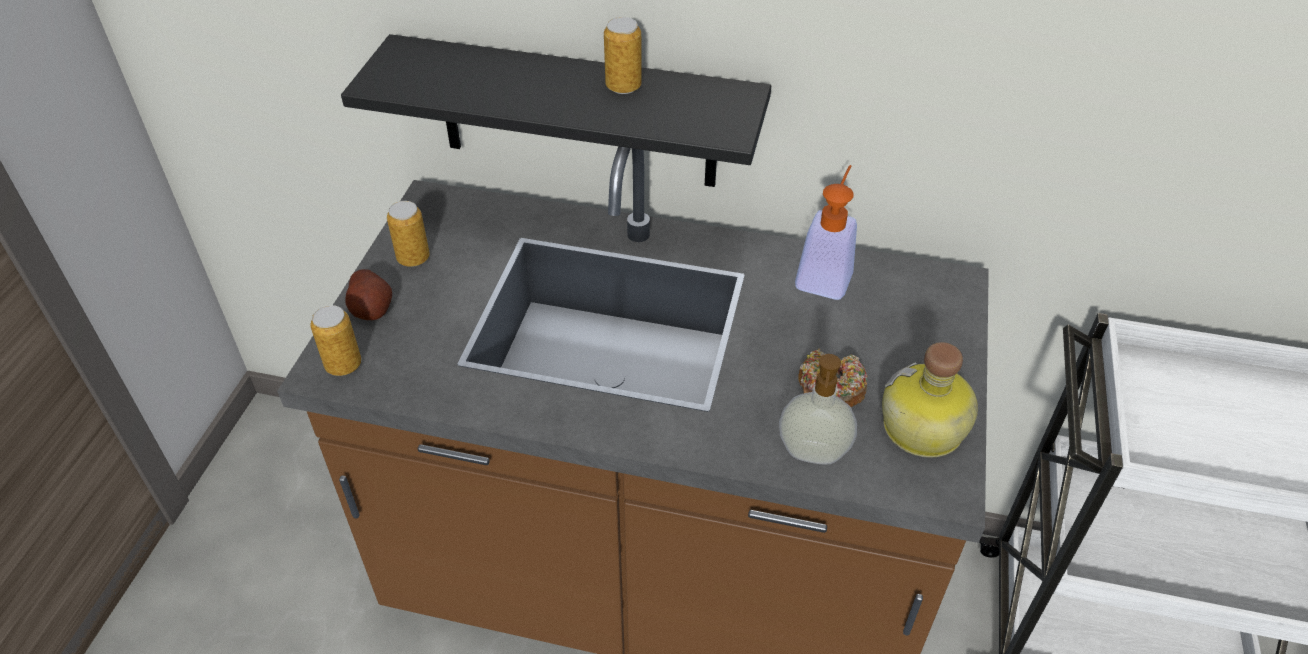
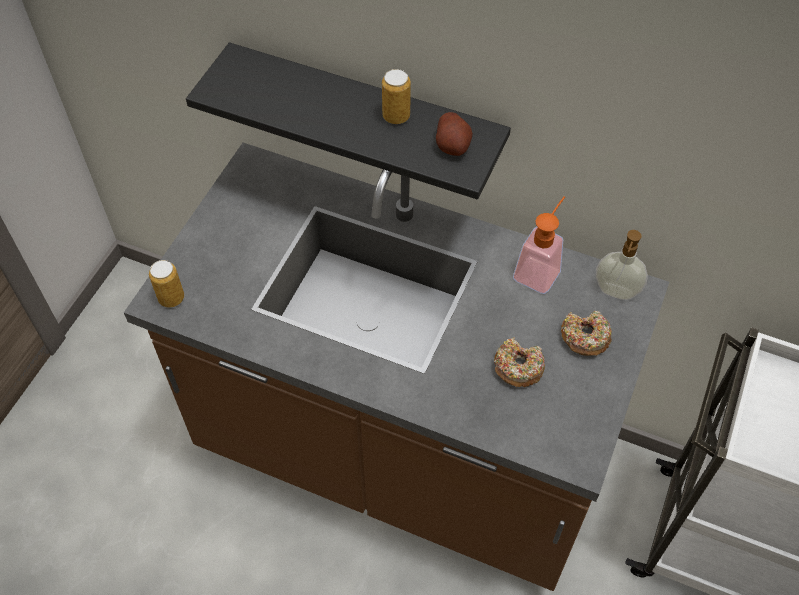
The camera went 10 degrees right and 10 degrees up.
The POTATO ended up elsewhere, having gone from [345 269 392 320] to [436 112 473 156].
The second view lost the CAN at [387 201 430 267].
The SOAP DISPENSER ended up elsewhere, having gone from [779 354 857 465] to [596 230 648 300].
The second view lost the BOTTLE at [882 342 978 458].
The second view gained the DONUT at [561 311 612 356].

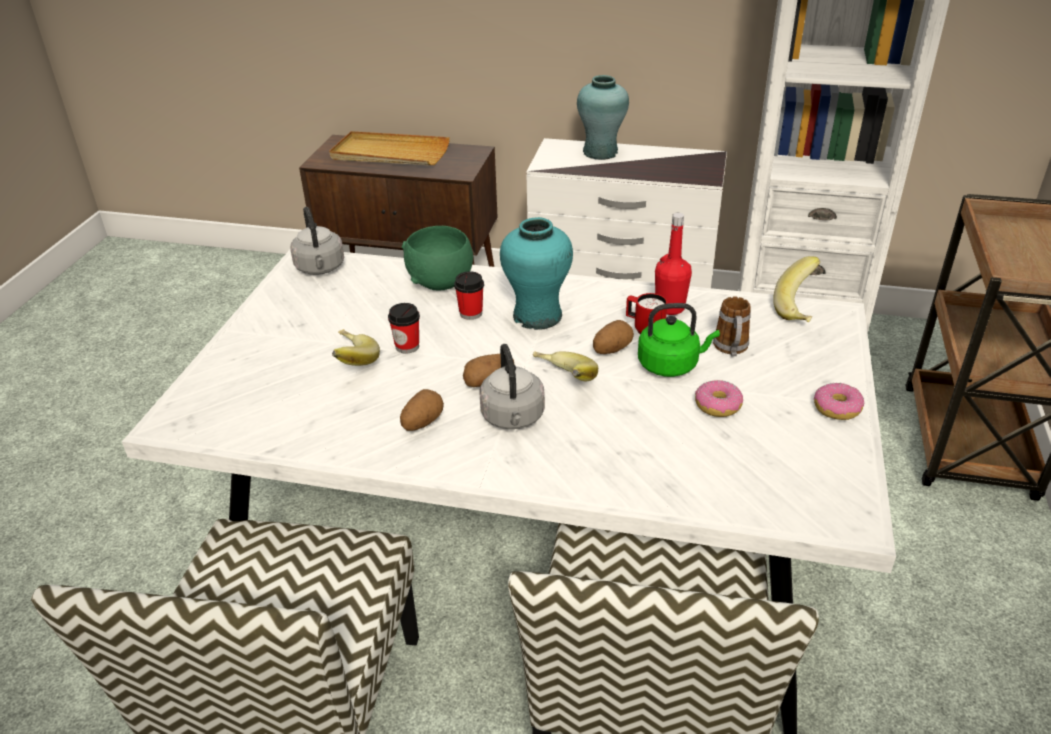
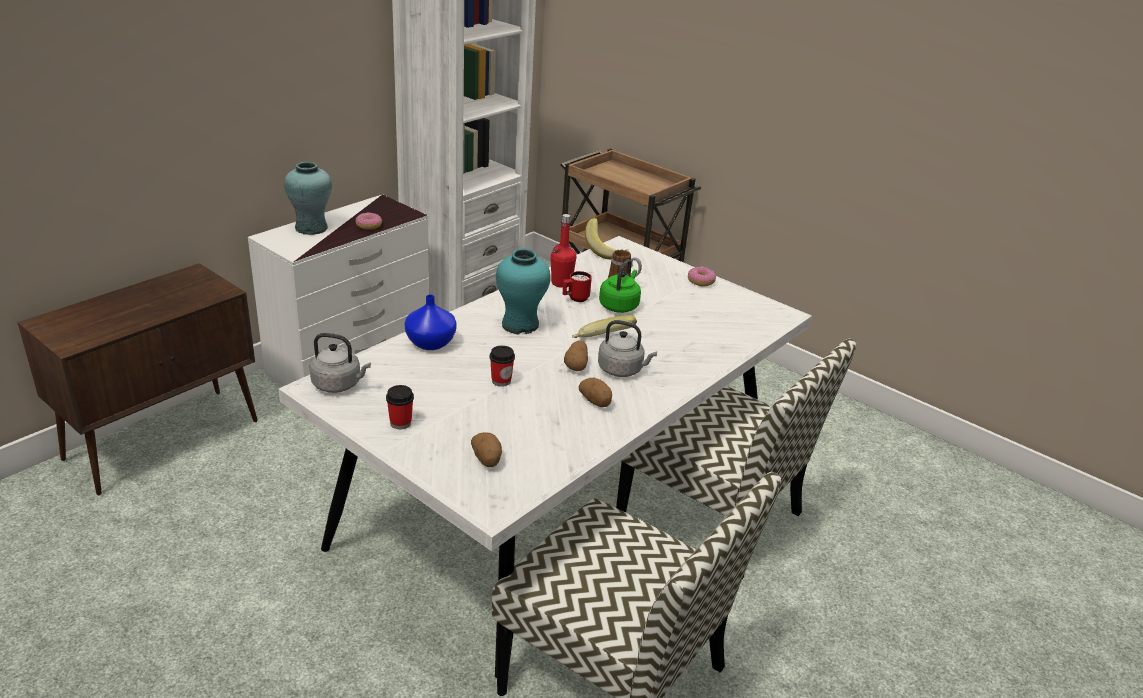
The camera went 65 degrees left and 5 degrees down.
The second view lost the BEIGE TRAY at [329 131 450 165].
The second view lost the BANANA at [332 329 380 366].
Where the GREEN BOWL stood at [402 226 473 290], the BLUE VASE came to stand at [404 295 457 350].
The CUP ended up elsewhere, having gone from [454 271 484 320] to [386 385 414 429].
The POTATO ended up elsewhere, having gone from [593 320 634 354] to [471 432 502 467].
The DONUT ended up elsewhere, having gone from [695 380 743 417] to [356 213 382 230].

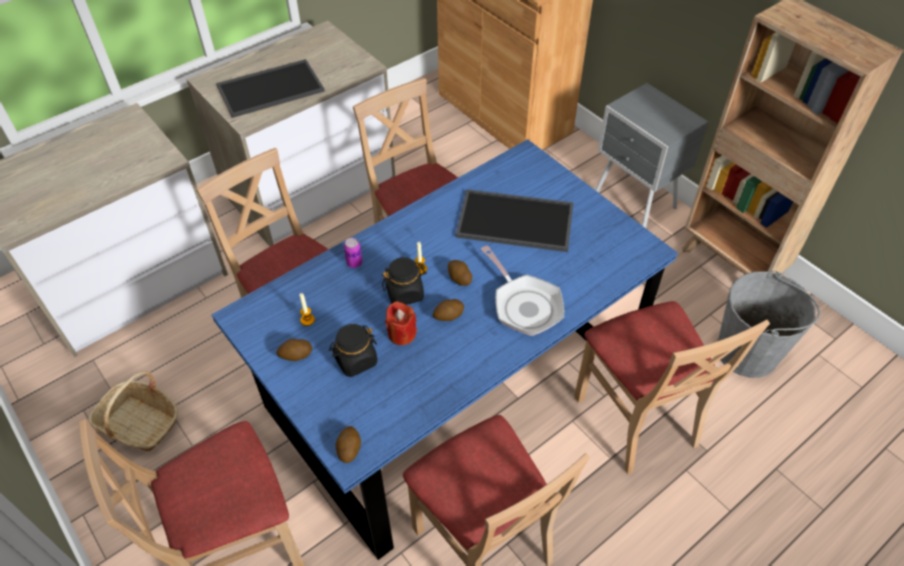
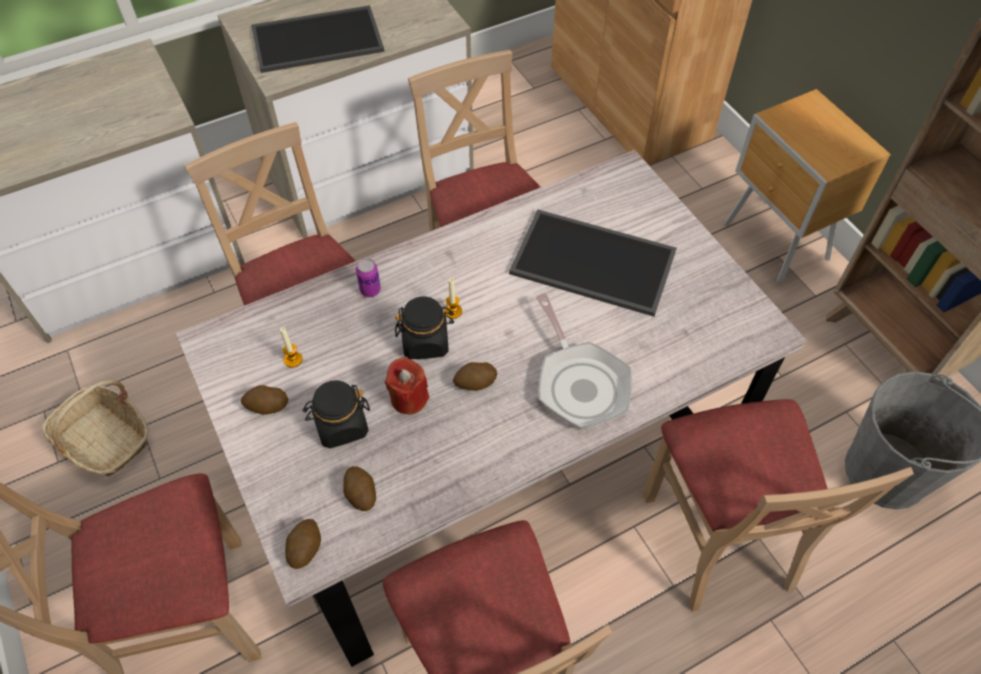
The camera went 10 degrees right and 5 degrees up.
What was the BLUE DINING TABLE at [211 139 678 560] turned into the GREY DINING TABLE at [176 150 807 667].
The POTATO ended up elsewhere, having gone from [448 260 472 286] to [343 466 376 511].
What was the GREY NIGHTSTAND at [595 83 708 228] turned into the BROWN NIGHTSTAND at [724 89 891 283].

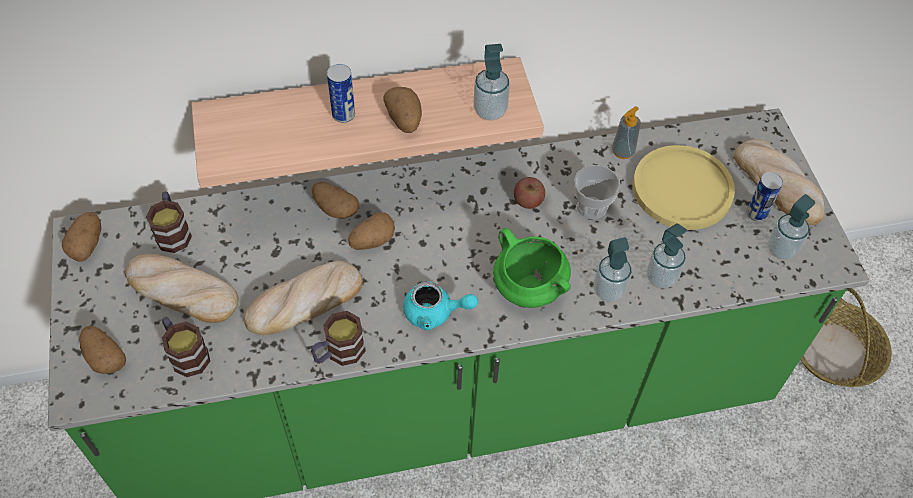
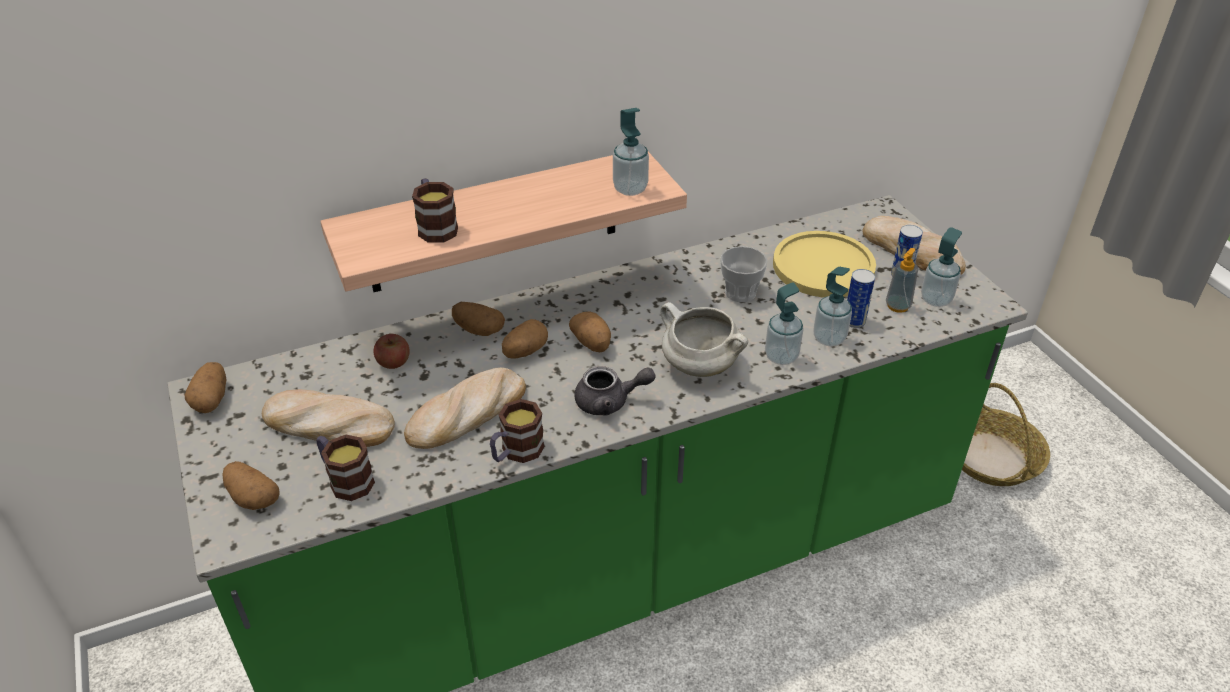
The camera went 10 degrees left and 15 degrees down.
The MUG ended up elsewhere, having gone from [146 192 192 253] to [412 178 458 243].
The CAN ended up elsewhere, having gone from [327 64 355 123] to [847 269 875 328].
The POTATO ended up elsewhere, having gone from [383 87 422 133] to [569 311 611 352].
What was the TURQUOISE TEAPOT at [403 281 478 330] turned into the GREY TEAPOT at [574 366 656 416].
What was the GREEN COOKING POT at [493 228 571 308] turned into the WHITE COOKING POT at [660 302 748 377].
The APPLE ended up elsewhere, having gone from [514 177 545 209] to [373 334 410 369].
The SOAP DISPENSER ended up elsewhere, having gone from [612 106 641 159] to [886 248 918 313].

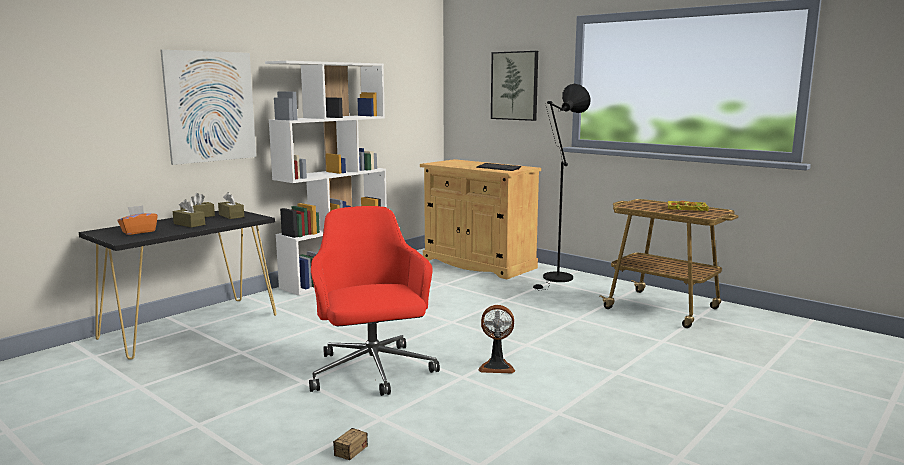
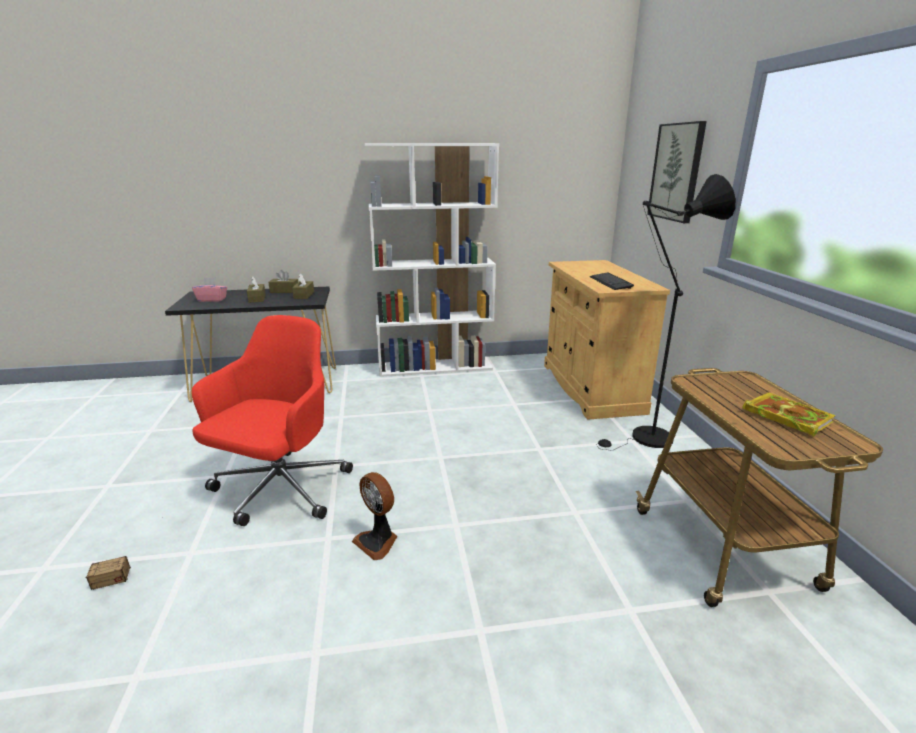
The camera went 40 degrees right and 10 degrees up.
What was the ORANGE TISSUE BOX at [117 205 158 235] turned into the PINK TISSUE BOX at [192 278 227 302].
The second view lost the PICTURE at [160 50 256 165].

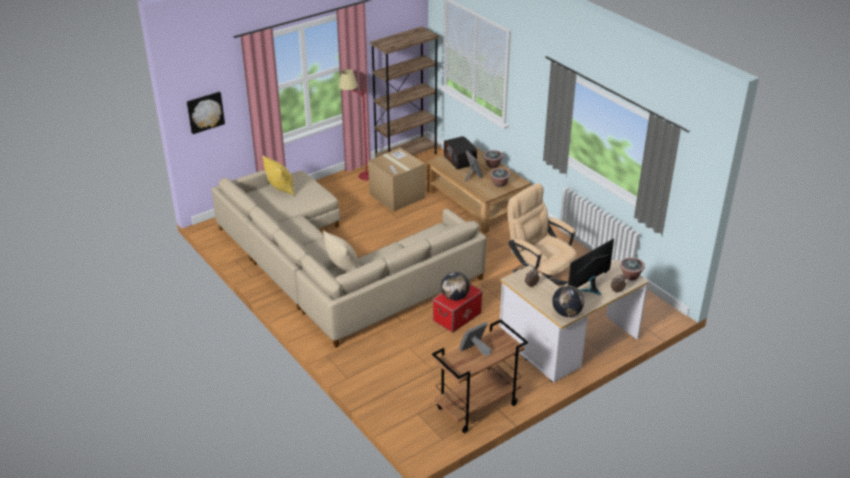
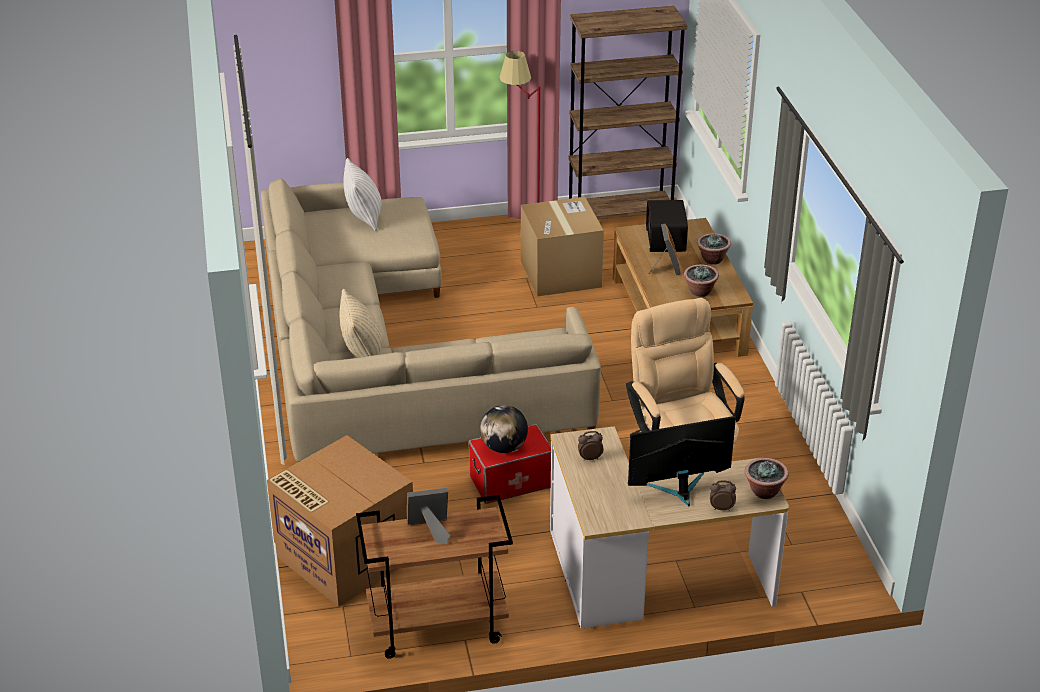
The camera went 25 degrees right and 0 degrees up.
The second view lost the PICTURE at [187 92 225 134].
What was the YELLOW PILLOW at [262 155 295 196] turned into the WHITE PILLOW at [343 158 382 231].
The second view lost the GLOBE at [552 285 584 317].
The second view gained the CARDBOARD BOX at [267 435 413 607].

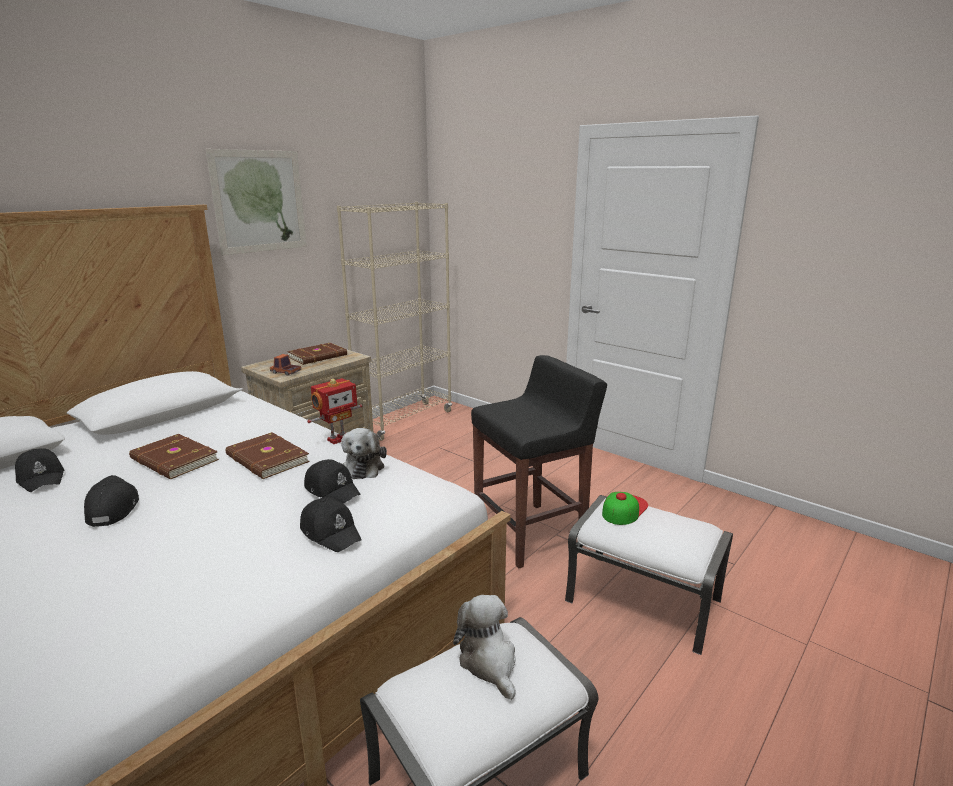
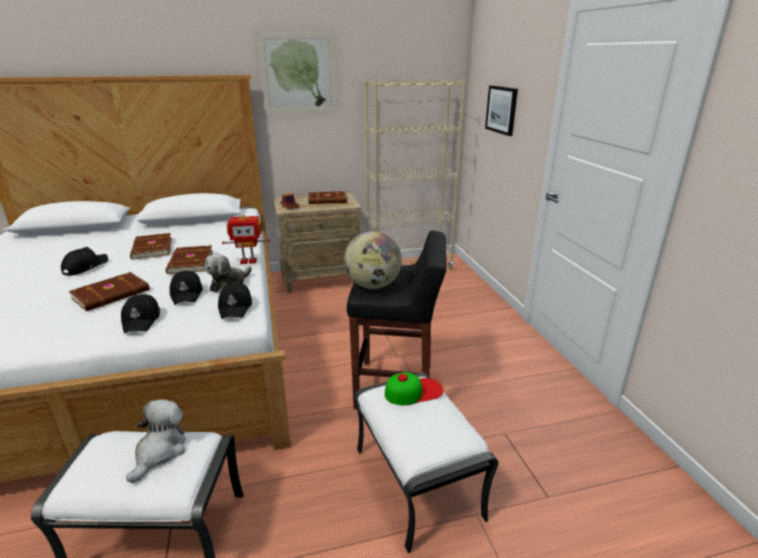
The camera went 35 degrees right and 5 degrees up.
The BLACK CAP ended up elsewhere, having gone from [15 448 64 492] to [218 283 252 319].
The second view gained the BROWN BOOK at [69 272 150 311].
The second view gained the GLOBE at [344 231 402 289].
The second view gained the PICTURE at [485 85 518 136].

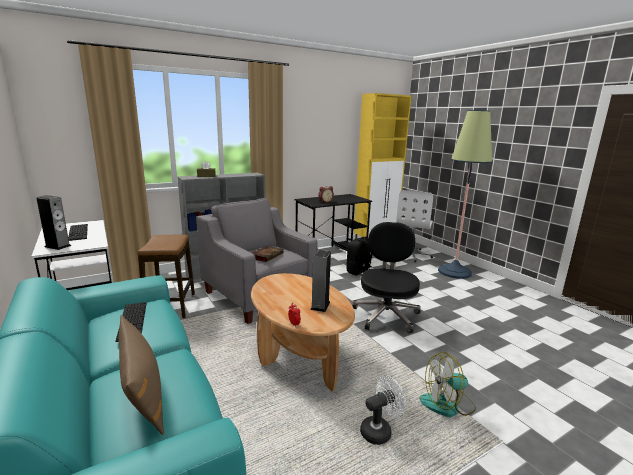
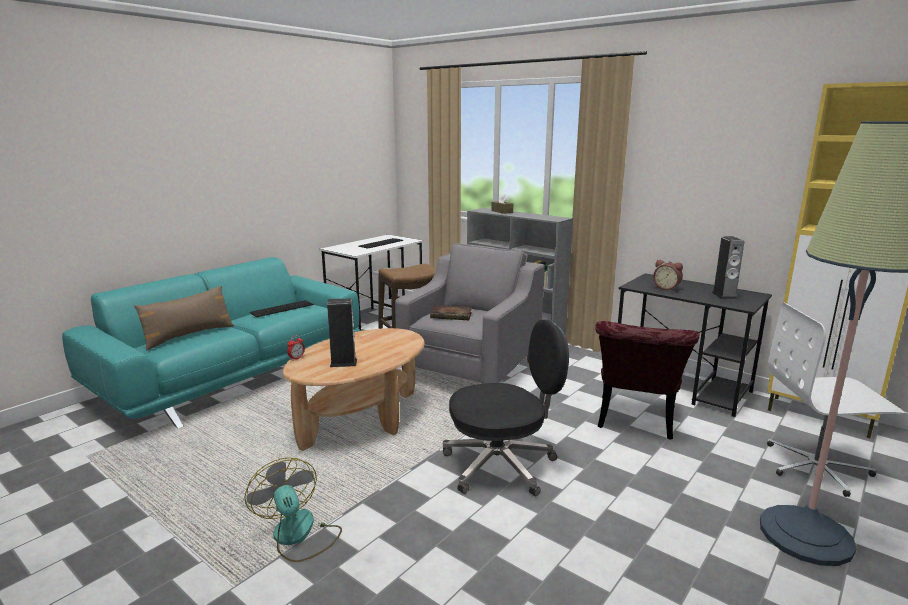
The camera went 70 degrees right and 0 degrees up.
The SPEAKER ended up elsewhere, having gone from [36 195 71 250] to [712 236 744 299].
Where the BLACK BACKPACK stood at [346 237 372 276], the RED CHAIR came to stand at [595 321 700 440].
The second view lost the WHITE FAN at [360 375 406 445].

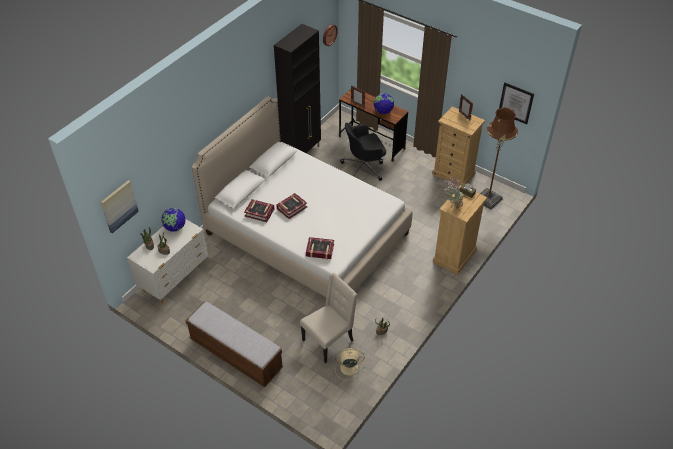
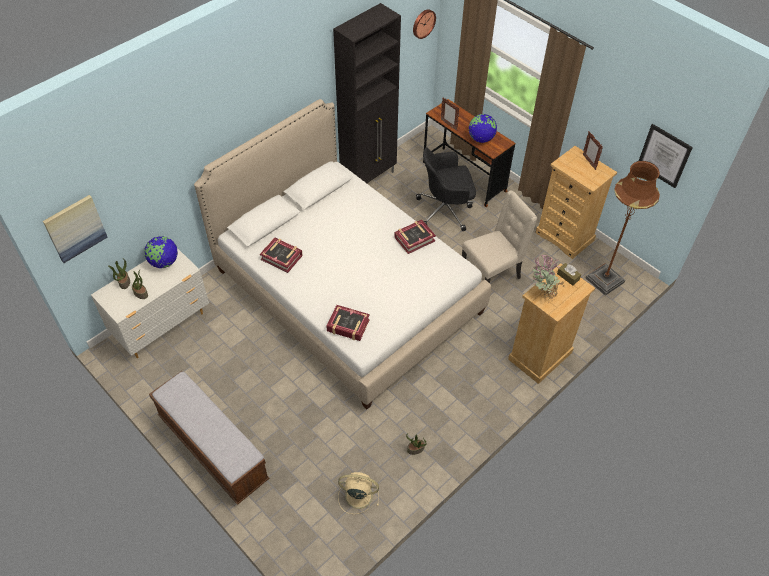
The camera went 10 degrees right and 5 degrees up.
The BOOK ended up elsewhere, having gone from [276 193 307 219] to [394 220 436 254].
The BEIGE CHAIR ended up elsewhere, having gone from [300 273 357 363] to [462 190 538 283].

